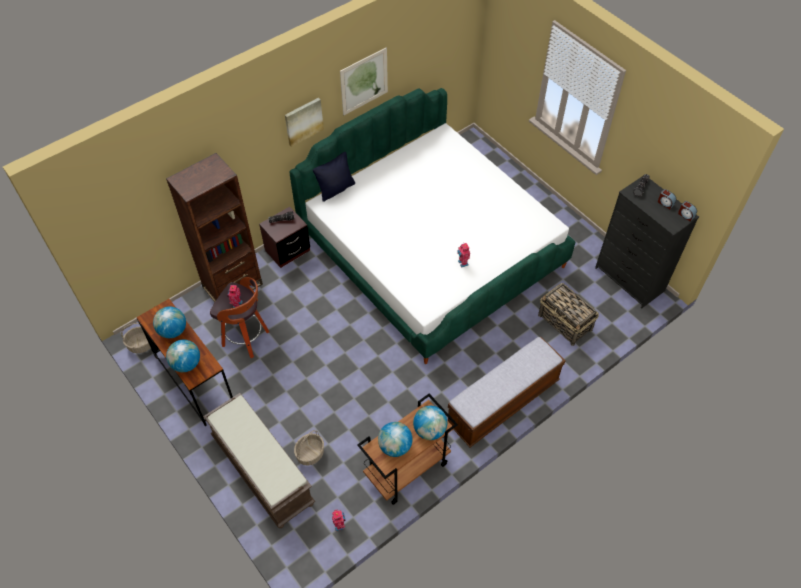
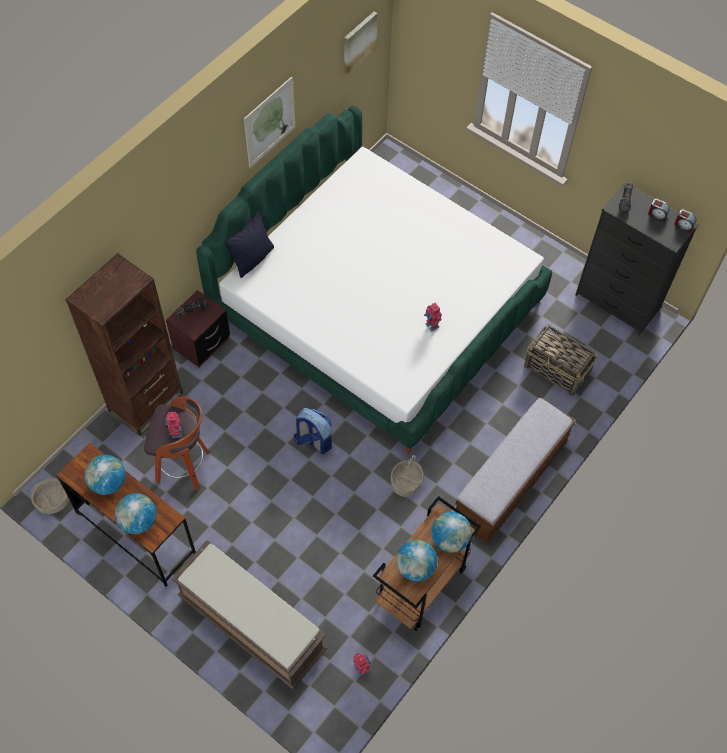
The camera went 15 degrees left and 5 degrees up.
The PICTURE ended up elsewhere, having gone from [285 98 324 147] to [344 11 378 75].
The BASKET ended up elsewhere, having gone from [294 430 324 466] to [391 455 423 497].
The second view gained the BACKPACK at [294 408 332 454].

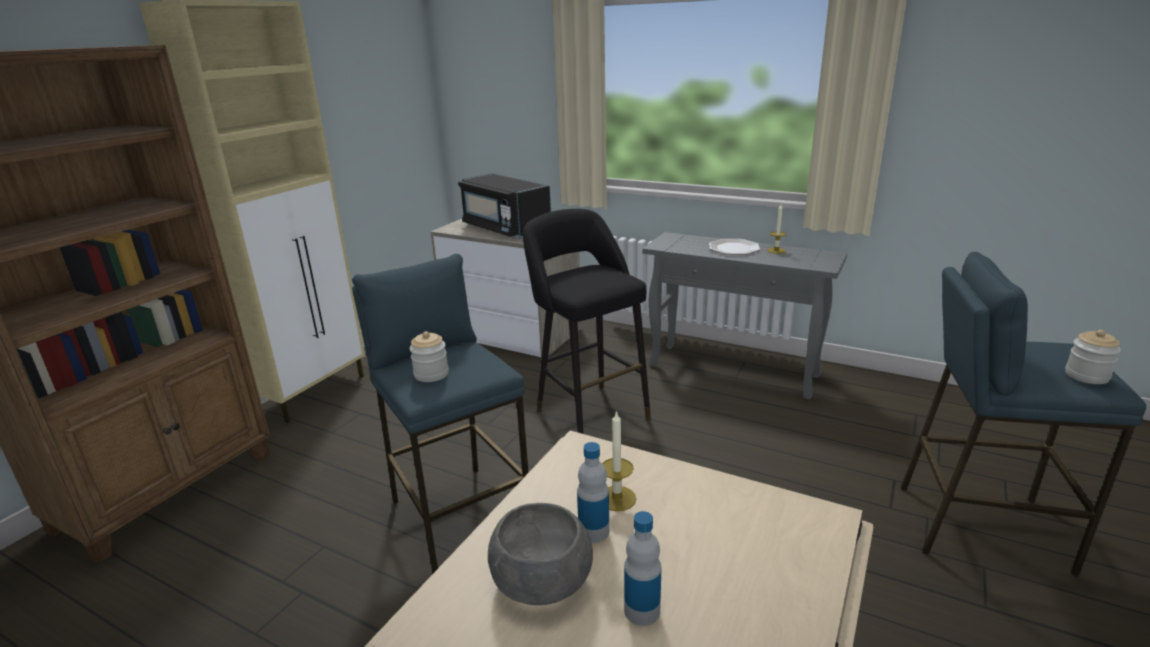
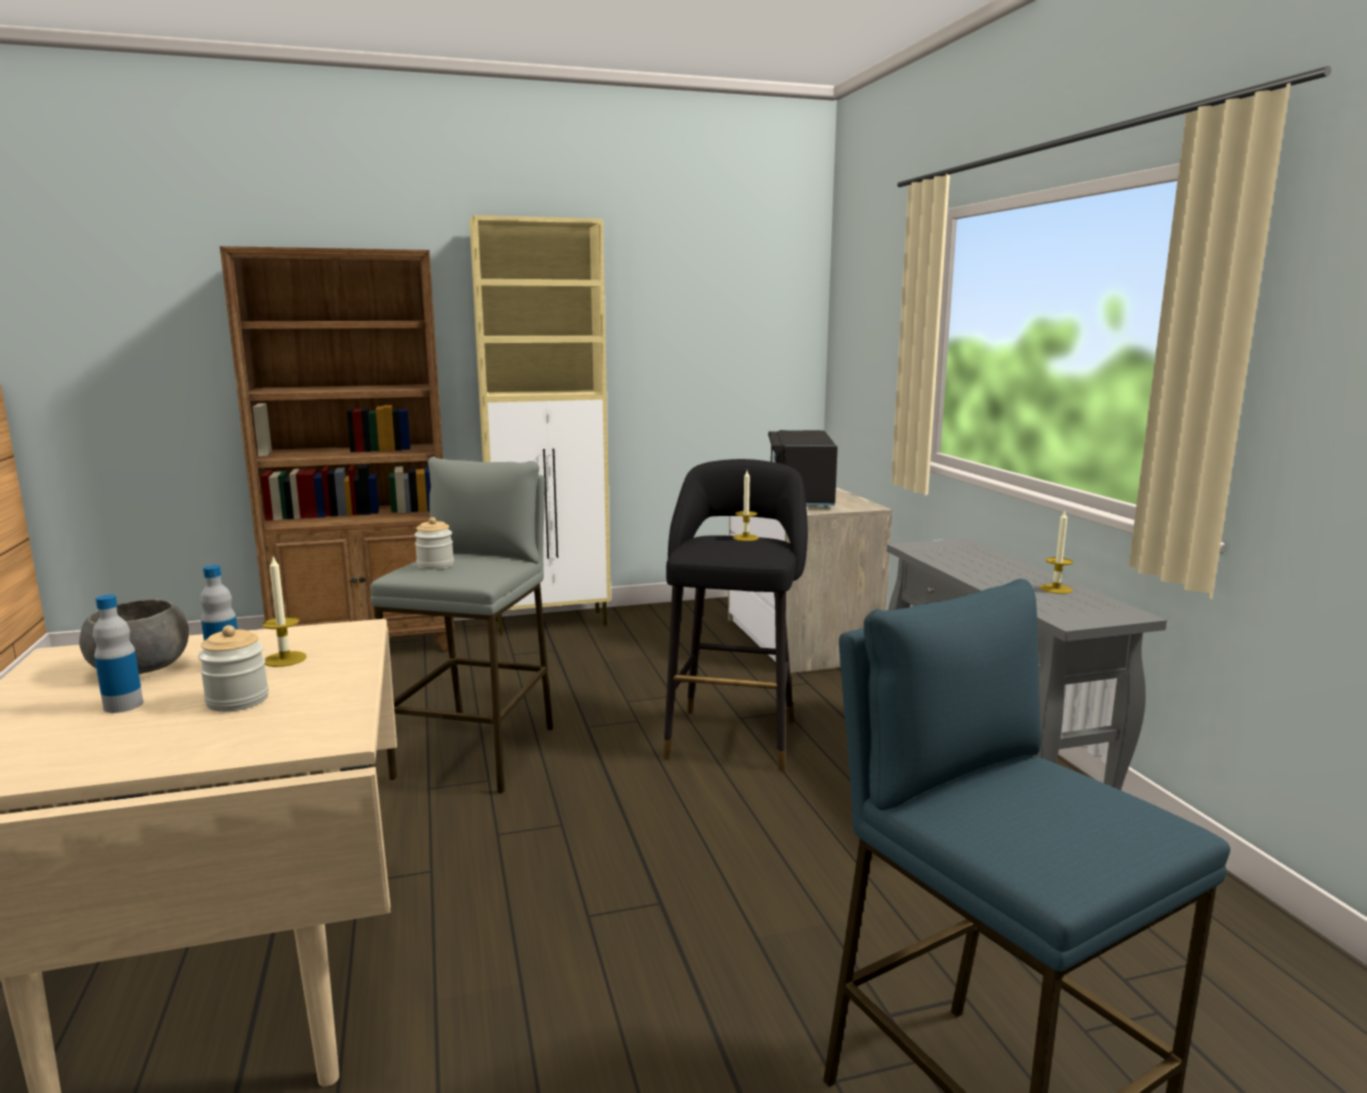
The camera went 45 degrees right and 10 degrees down.
What was the BLUE STOOL at [352 254 528 574] turned into the GREY STOOL at [370 457 553 794].
The second view lost the PLATE at [709 239 760 255].
The JAR ended up elsewhere, having gone from [1065 330 1121 384] to [198 625 269 712].
The second view gained the CANDLE at [733 471 759 541].

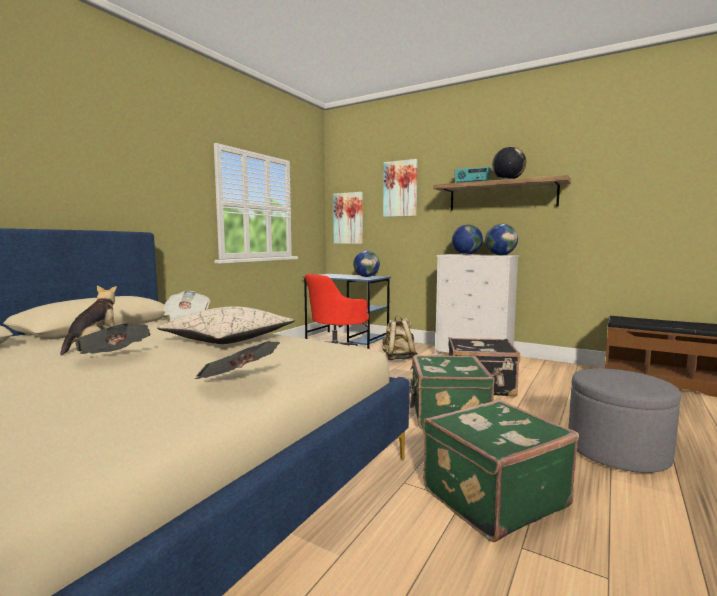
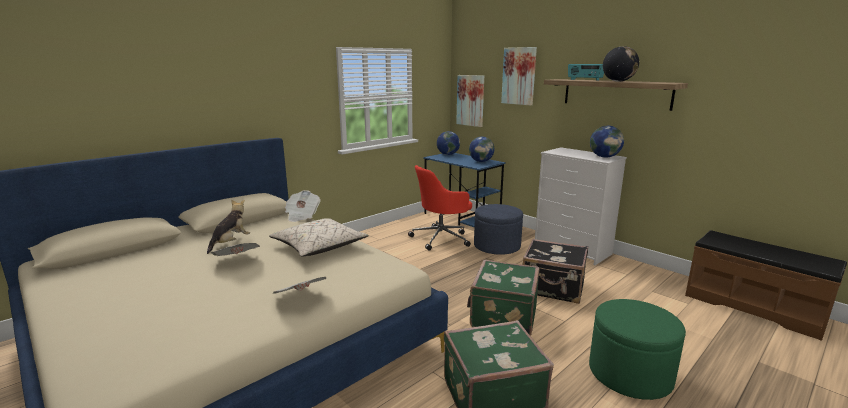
The camera went 15 degrees right and 10 degrees up.
Where the BEIGE BACKPACK stood at [382 315 418 360], the BLUE OTTOMAN came to stand at [474 204 523 255].
The GLOBE ended up elsewhere, having gone from [452 224 483 255] to [437 131 460 155].
What was the GREY OTTOMAN at [568 368 681 473] turned into the GREEN OTTOMAN at [589 299 686 400].

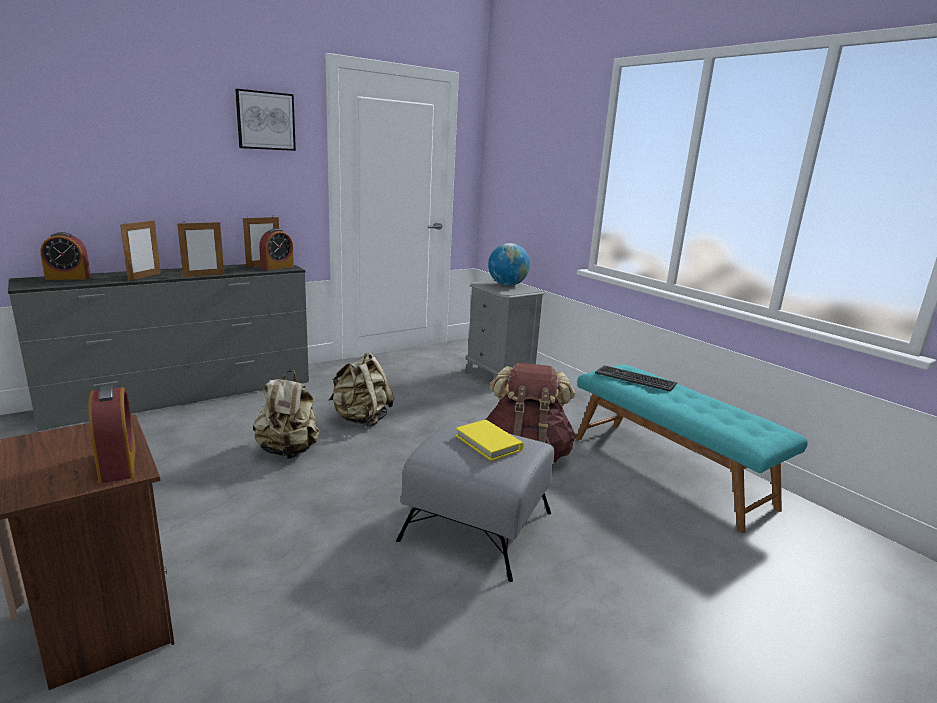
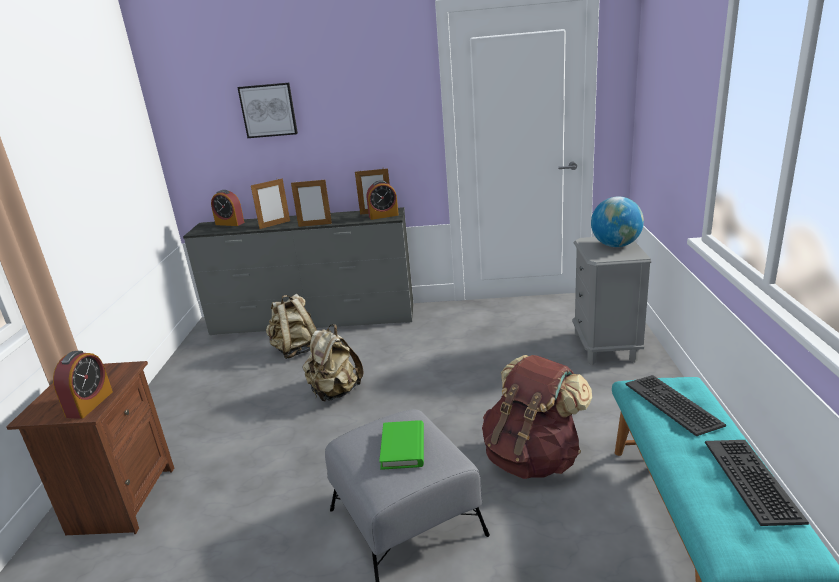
The camera went 40 degrees right and 5 degrees up.
The PICTURE ended up elsewhere, having gone from [235 89 296 151] to [237 83 298 138].
The BEIGE BACKPACK ended up elsewhere, having gone from [329 353 394 428] to [266 294 317 359].
What was the YELLOW BOOK at [455 420 524 461] turned into the GREEN BOOK at [379 420 424 470].
The second view gained the KEYBOARD at [705 440 809 526].

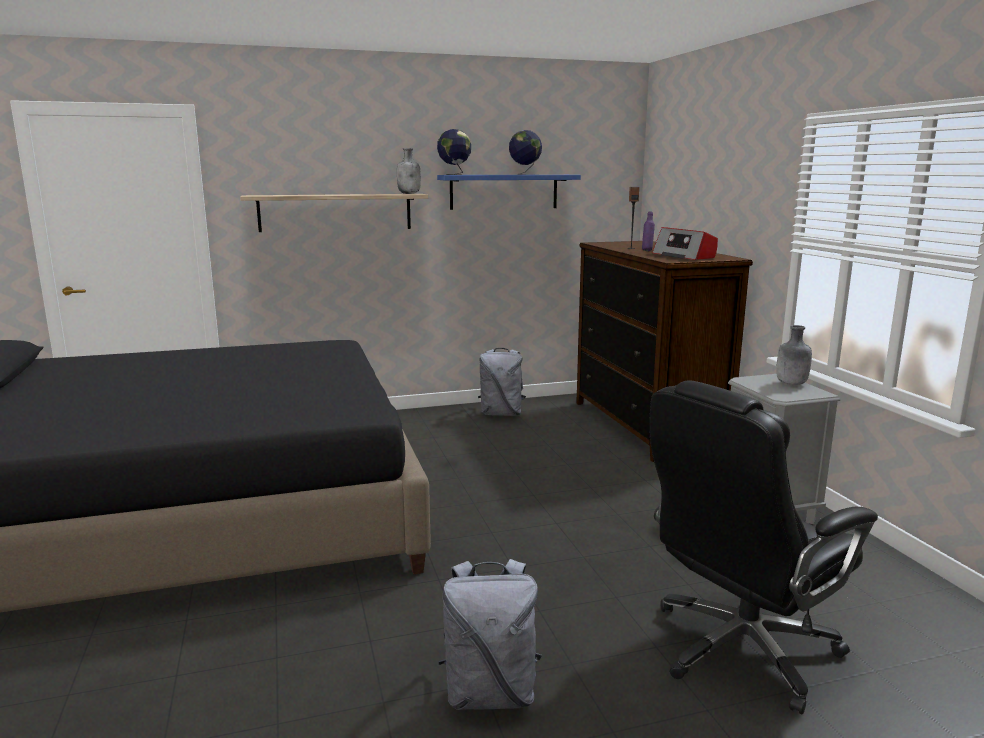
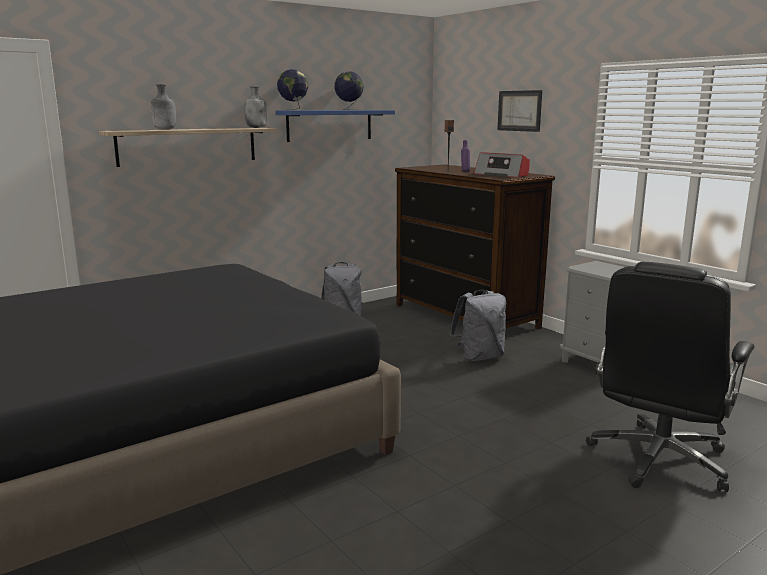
The camera went 20 degrees left and 0 degrees up.
The GREY BACKPACK ended up elsewhere, having gone from [439 559 542 710] to [450 290 506 361].
The GREY BOTTLE ended up elsewhere, having gone from [776 325 812 385] to [151 84 176 130].
The second view gained the PICTURE at [497 90 542 132].

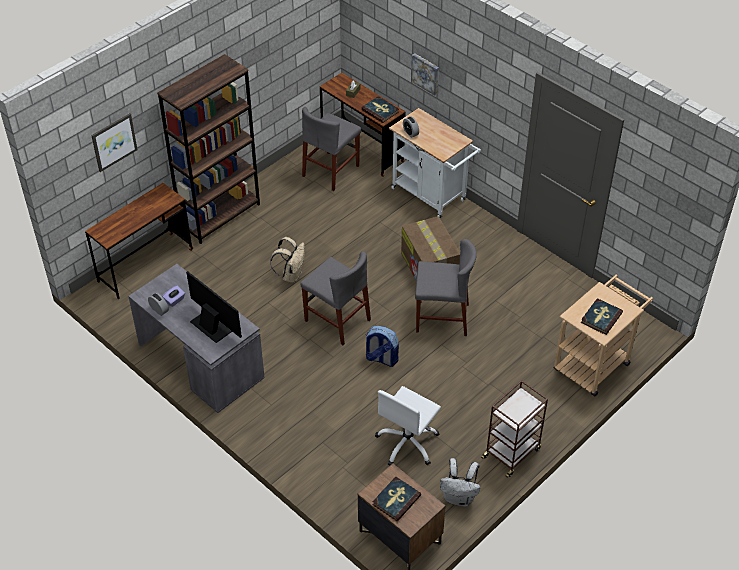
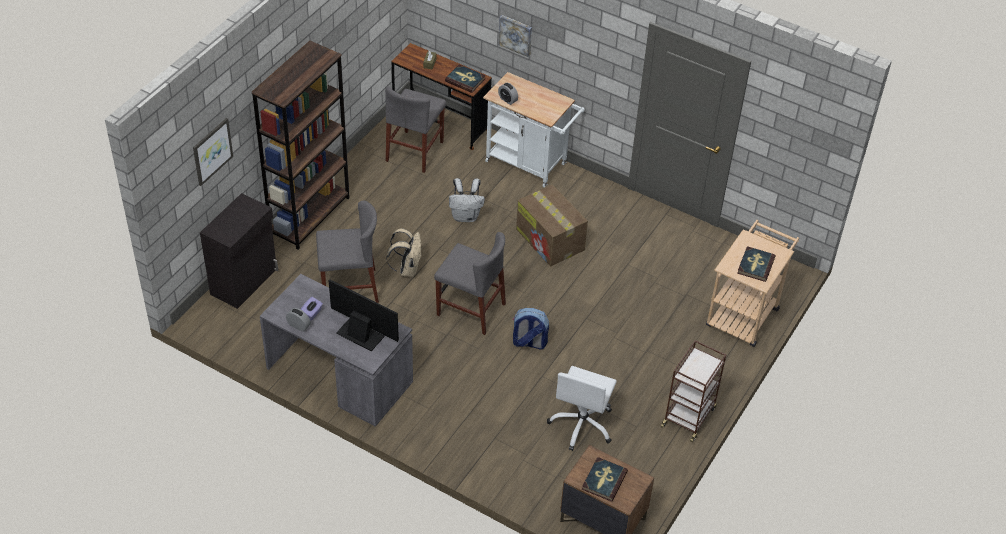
The camera went 15 degrees left and 0 degrees up.
Where the BROWN DESK stood at [85 183 193 299], the BLACK CABINET came to stand at [200 193 278 309].
The GREY CHAIR ended up elsewhere, having gone from [415 239 477 336] to [316 201 379 303].
The WHITE BACKPACK ended up elsewhere, having gone from [440 458 480 506] to [449 178 485 222].

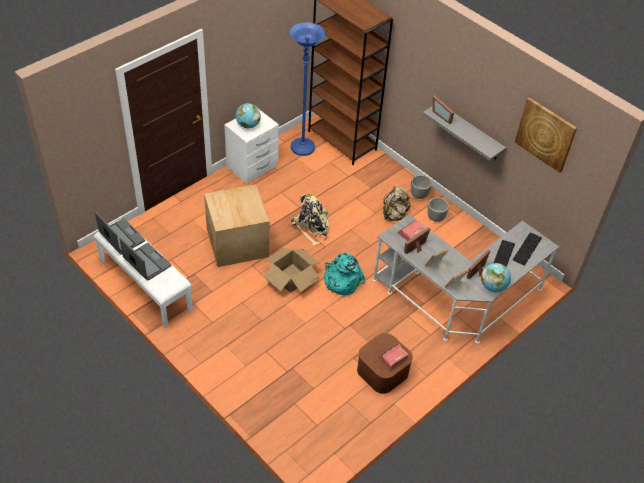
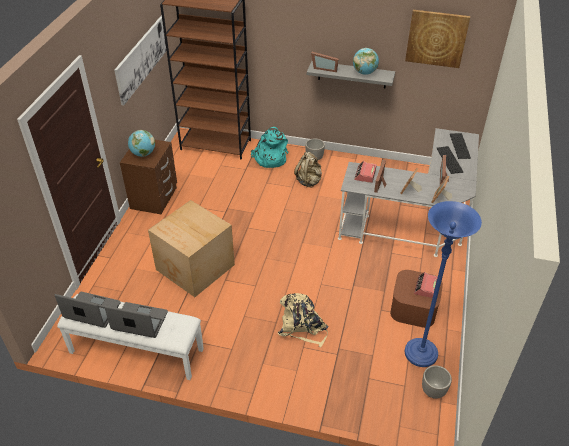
The camera went 30 degrees left and 5 degrees down.
What was the WHITE NIGHTSTAND at [224 109 279 184] turned into the BROWN NIGHTSTAND at [120 140 177 214].
The second view lost the CARDBOARD BOX at [263 248 320 293].
The BLUE FLOOR LAMP ended up elsewhere, having gone from [290 22 325 156] to [405 201 482 367].
The BEIGE BACKPACK ended up elsewhere, having gone from [291 194 329 246] to [278 293 328 347].
The TURQUOISE BACKPACK ended up elsewhere, having gone from [324 253 365 295] to [251 127 288 168].
The PLANTER ended up elsewhere, having gone from [427 197 449 222] to [422 365 452 399].
The GLOBE ended up elsewhere, having gone from [481 263 511 292] to [353 48 379 75].
The second view gained the PICTURE at [114 15 166 105].

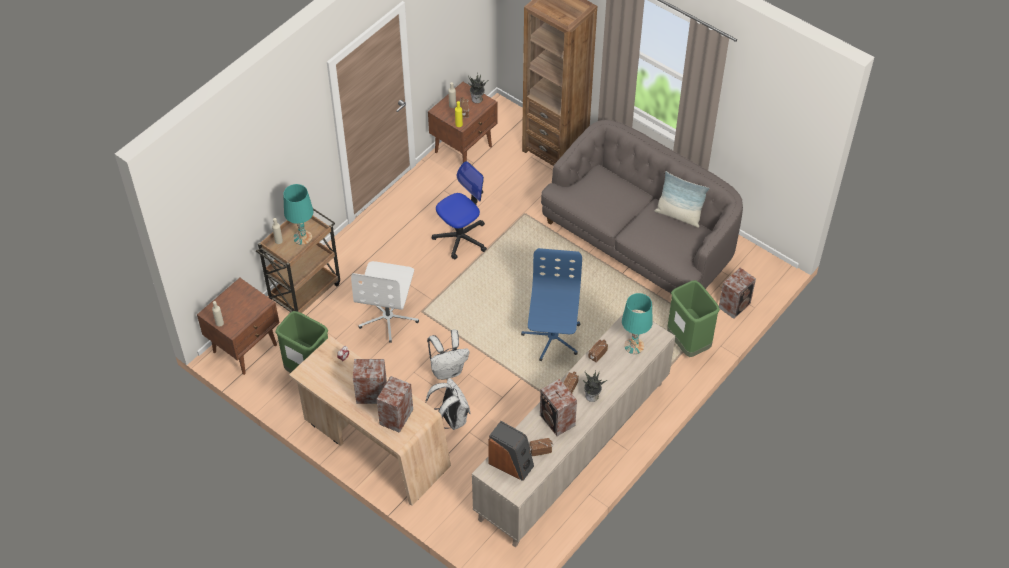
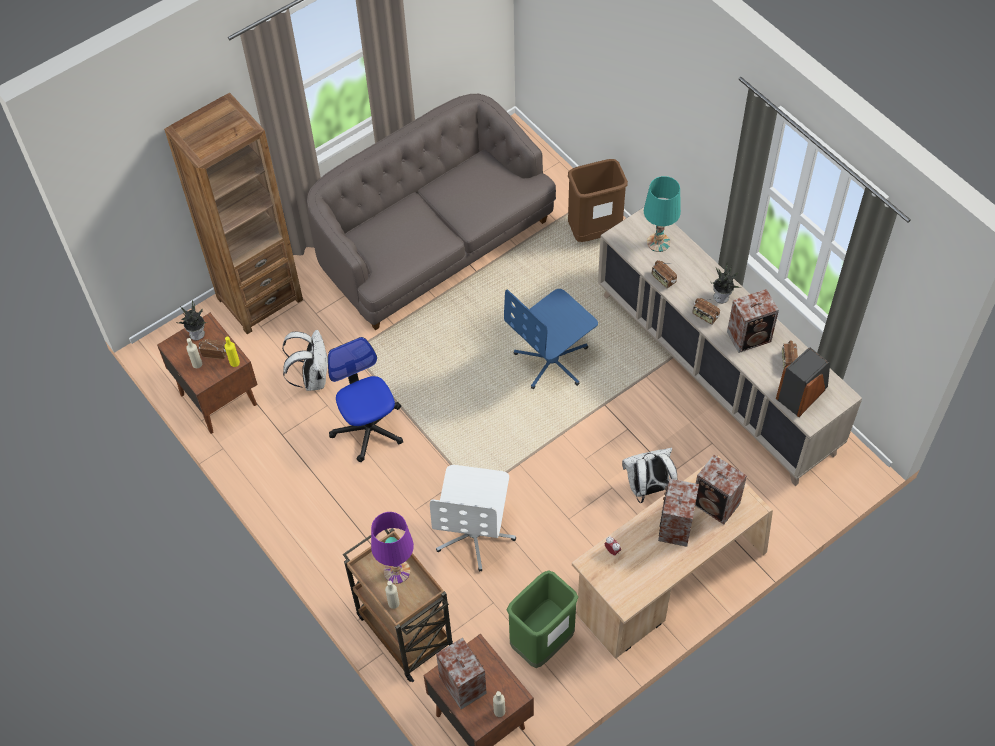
The camera went 75 degrees left and 5 degrees up.
What was the TURQUOISE TABLE LAMP at [283 184 313 245] turned into the PURPLE TABLE LAMP at [371 512 414 584].
The WHITE OFFICE CHAIR at [351 261 419 343] ended up facing another way, 75 degrees clockwise from before.
The WHITE BACKPACK ended up elsewhere, having gone from [427 329 469 380] to [282 330 328 391].
The BLUE OFFICE CHAIR at [521 248 582 361] ended up facing another way, 60 degrees counterclockwise from before.
The second view lost the PILLOW at [655 171 710 228].
What was the GREEN TRASH CAN at [667 280 720 357] turned into the BROWN TRASH CAN at [568 159 628 242].
The SPEAKER ended up elsewhere, having gone from [719 268 756 319] to [436 637 487 709].

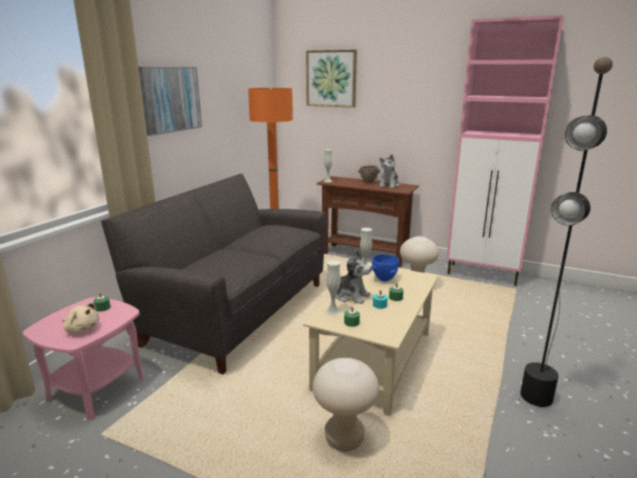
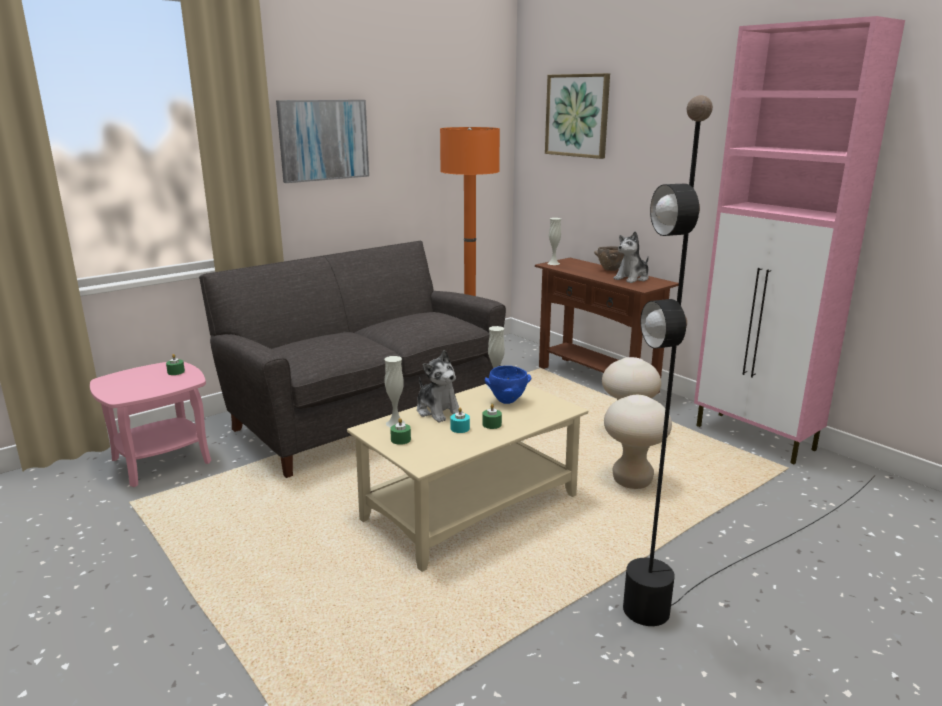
The camera went 25 degrees right and 0 degrees up.
The second view lost the BEIGE PLUSH TOY at [62 302 99 333].
The BEIGE STOOL ended up elsewhere, having gone from [313 358 379 452] to [604 395 672 489].

